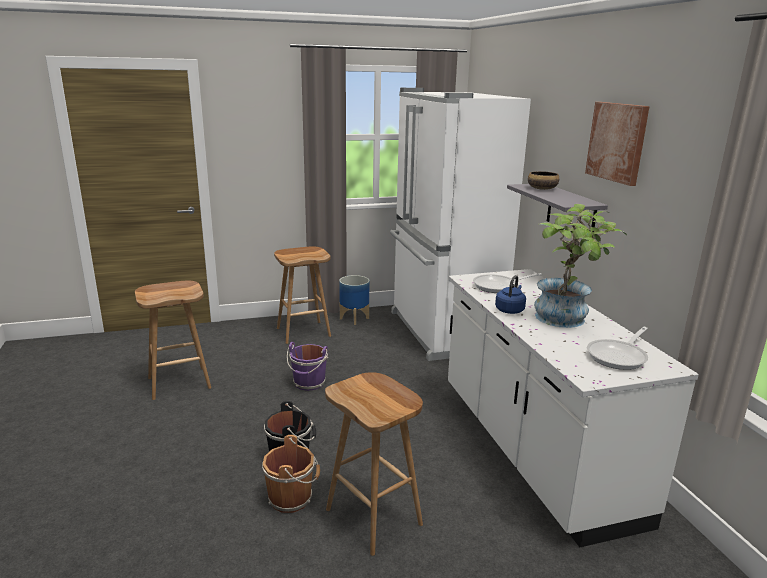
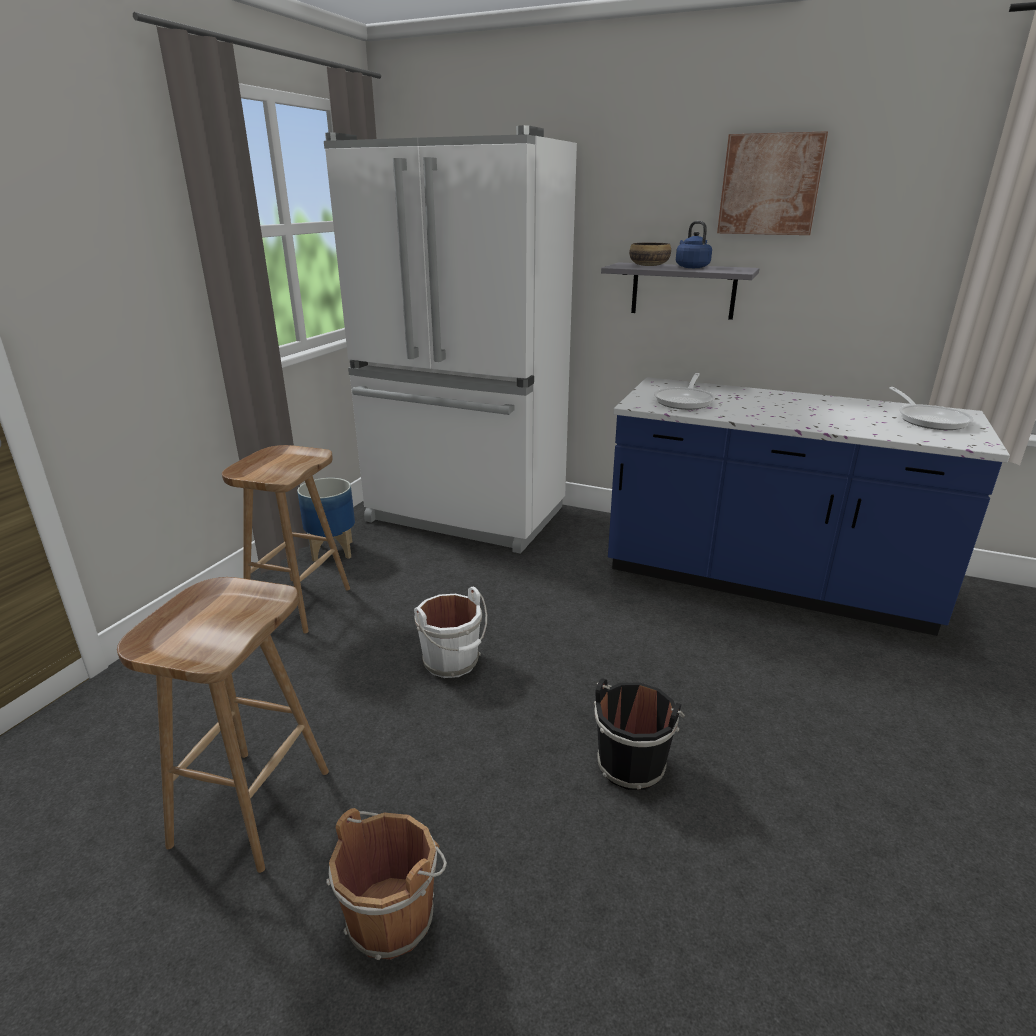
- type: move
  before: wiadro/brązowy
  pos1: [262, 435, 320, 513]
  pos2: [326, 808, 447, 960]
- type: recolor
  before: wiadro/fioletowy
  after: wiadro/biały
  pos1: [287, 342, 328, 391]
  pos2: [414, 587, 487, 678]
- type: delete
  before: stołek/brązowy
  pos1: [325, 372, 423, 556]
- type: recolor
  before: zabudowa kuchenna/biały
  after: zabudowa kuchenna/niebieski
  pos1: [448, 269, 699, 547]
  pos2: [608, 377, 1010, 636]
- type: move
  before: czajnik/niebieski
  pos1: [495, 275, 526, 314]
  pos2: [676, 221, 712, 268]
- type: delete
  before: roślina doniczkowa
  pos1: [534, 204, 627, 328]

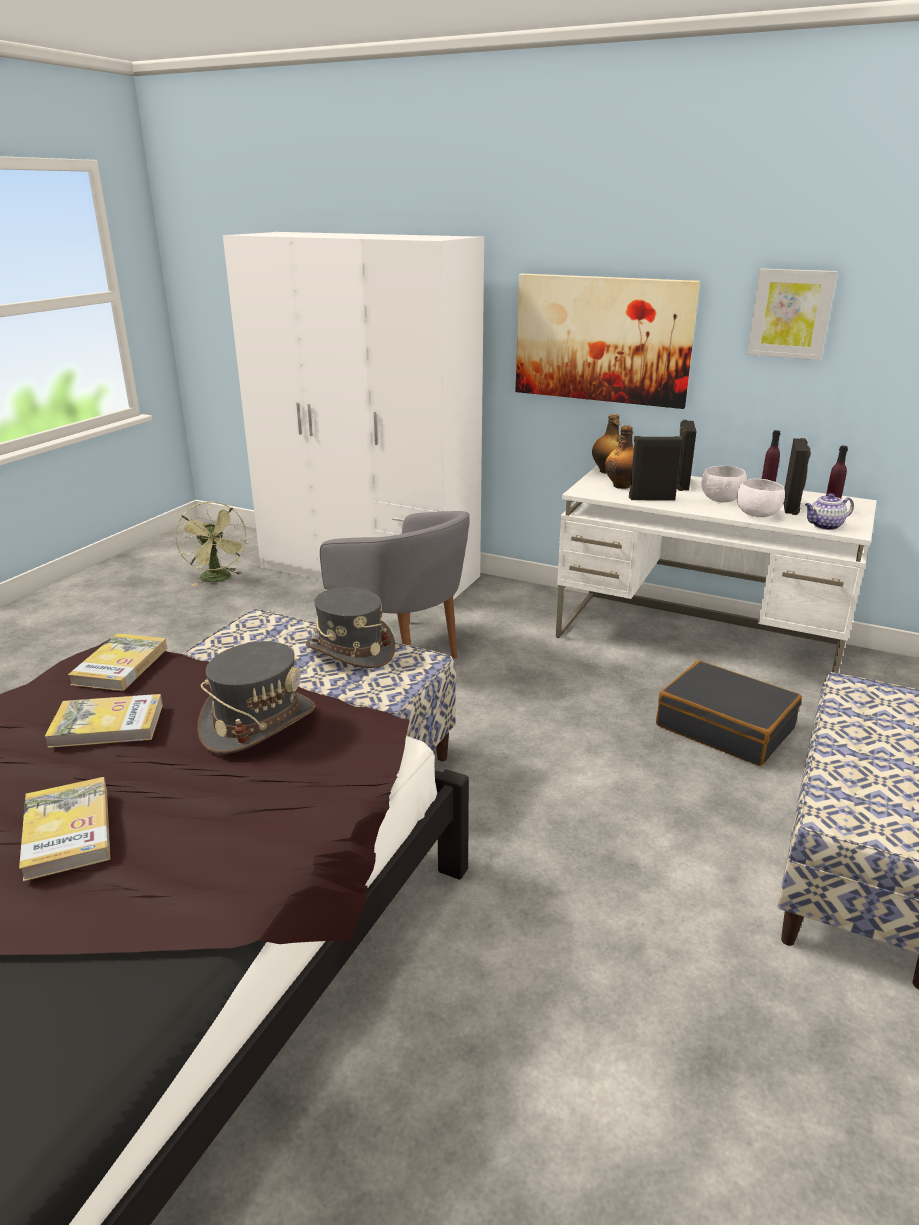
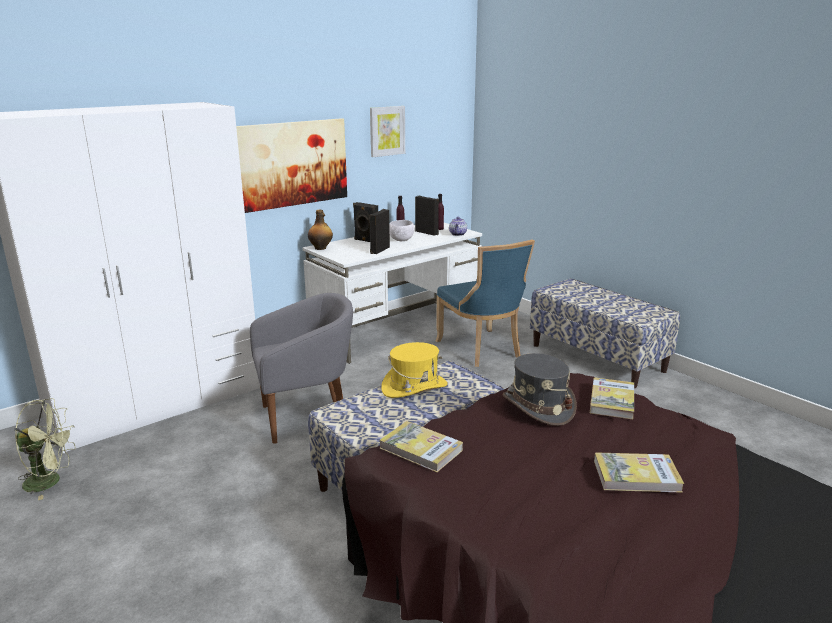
- type: move
  before: książka
  pos1: [45, 694, 163, 748]
  pos2: [590, 377, 634, 419]
- type: recolor
  before: kapelusz/szary
  after: kapelusz/żółty
  pos1: [306, 587, 395, 668]
  pos2: [381, 342, 448, 398]
- type: delete
  before: butelka
  pos1: [605, 425, 634, 489]
- type: replace
  before: walizka/czarny
  after: krzesło/niebieski
  pos1: [656, 661, 802, 766]
  pos2: [435, 240, 535, 367]
- type: delete
  before: miska/biały
  pos1: [737, 479, 785, 517]

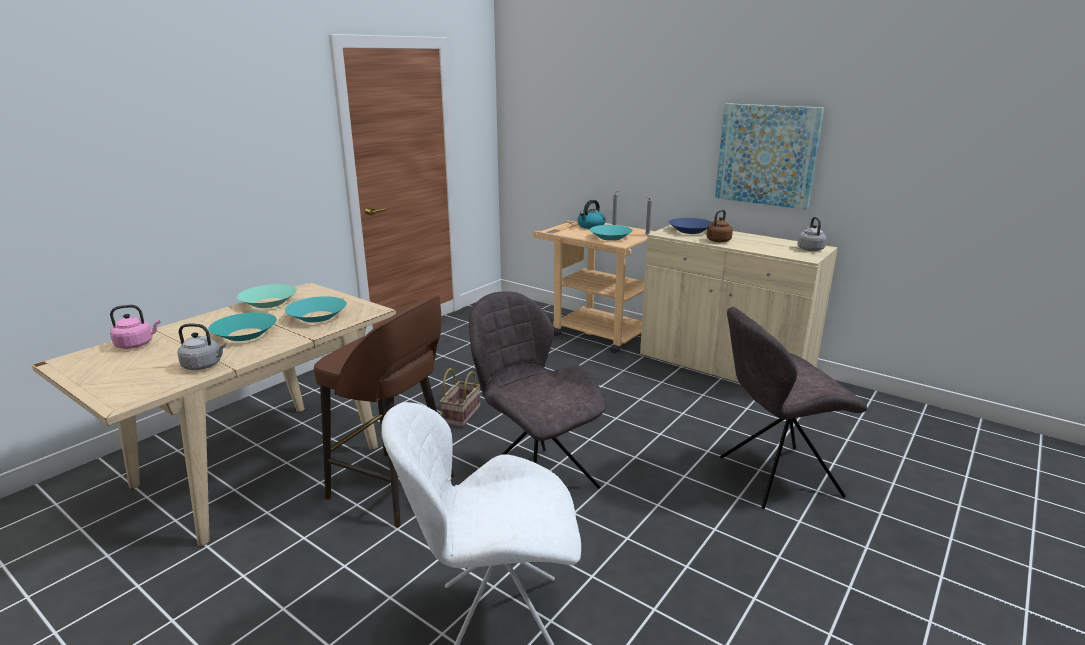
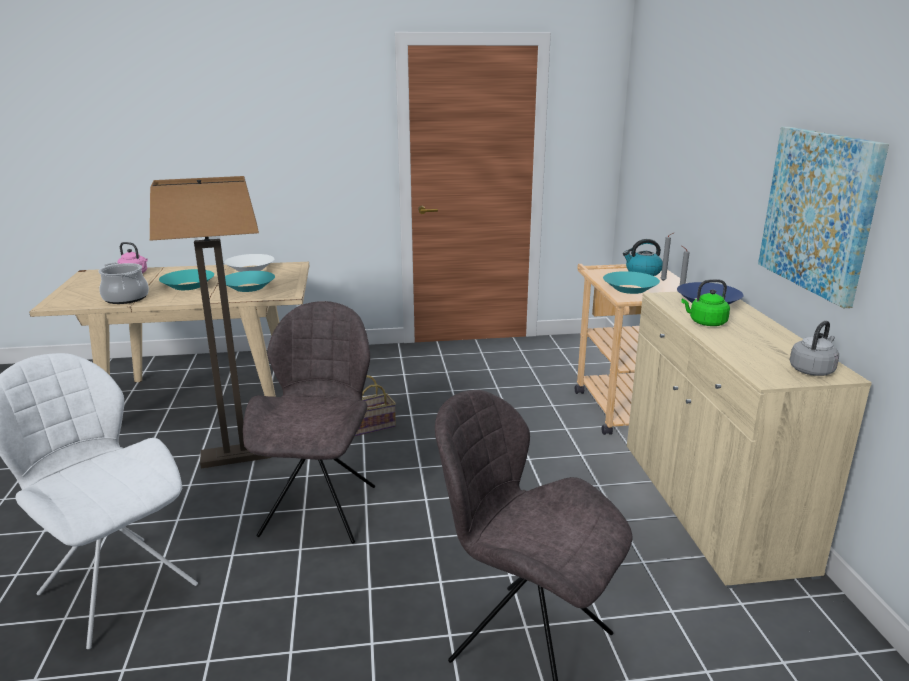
- type: replace
  before: czajnik/szary
  after: garnek
  pos1: [178, 324, 226, 370]
  pos2: [99, 262, 149, 304]
- type: recolor
  before: miska/turkusowy
  after: miska/biały
  pos1: [237, 284, 297, 308]
  pos2: [224, 254, 274, 272]
- type: replace
  before: stołek/brązowy
  after: lampa stojąca
  pos1: [314, 295, 454, 528]
  pos2: [150, 176, 271, 468]
- type: recolor
  before: czajnik/brązowy
  after: czajnik/zielony
  pos1: [706, 209, 733, 242]
  pos2: [681, 279, 730, 326]

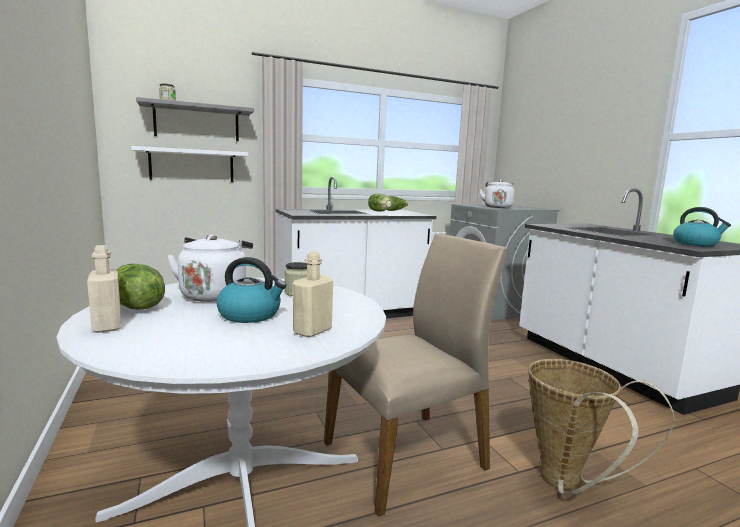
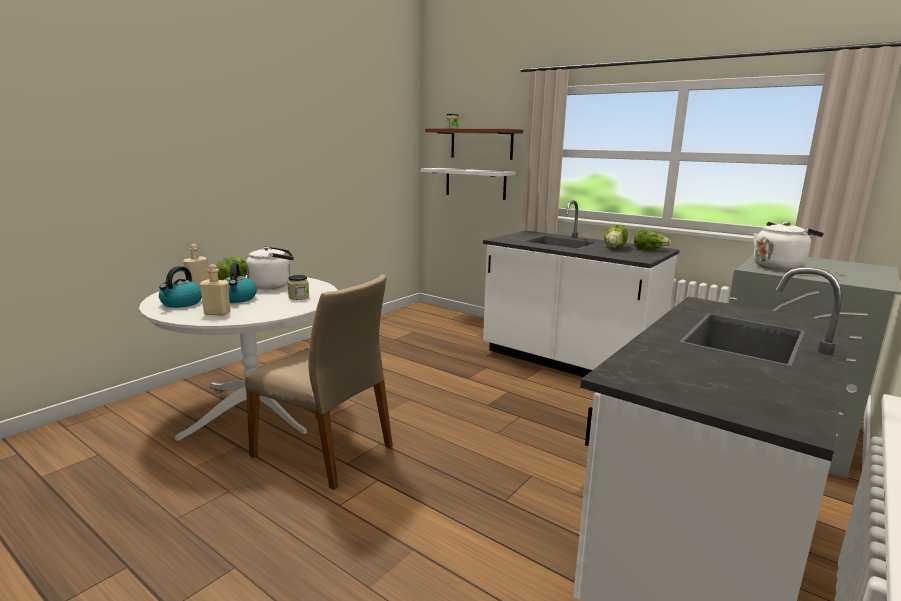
- type: recolor
  before: półka/szary
  after: półka/brązowy
  pos1: [136, 97, 254, 141]
  pos2: [425, 129, 523, 160]
- type: delete
  before: koszyk
  pos1: [528, 359, 674, 496]
- type: move
  before: czajnik
  pos1: [673, 207, 731, 246]
  pos2: [159, 266, 202, 308]

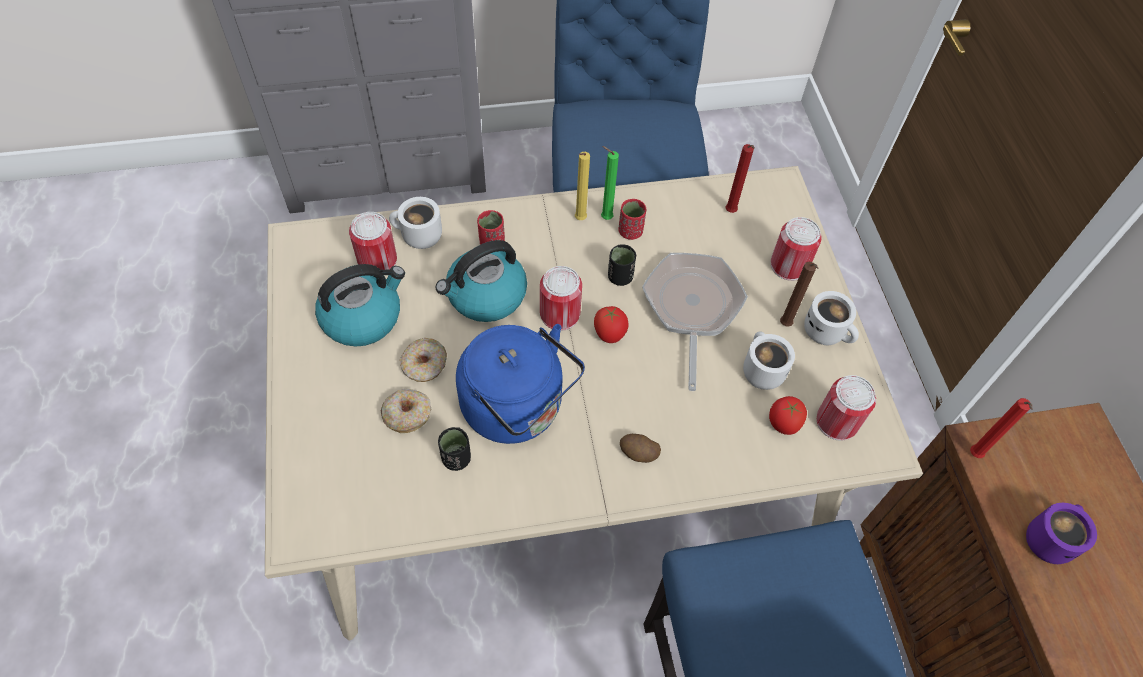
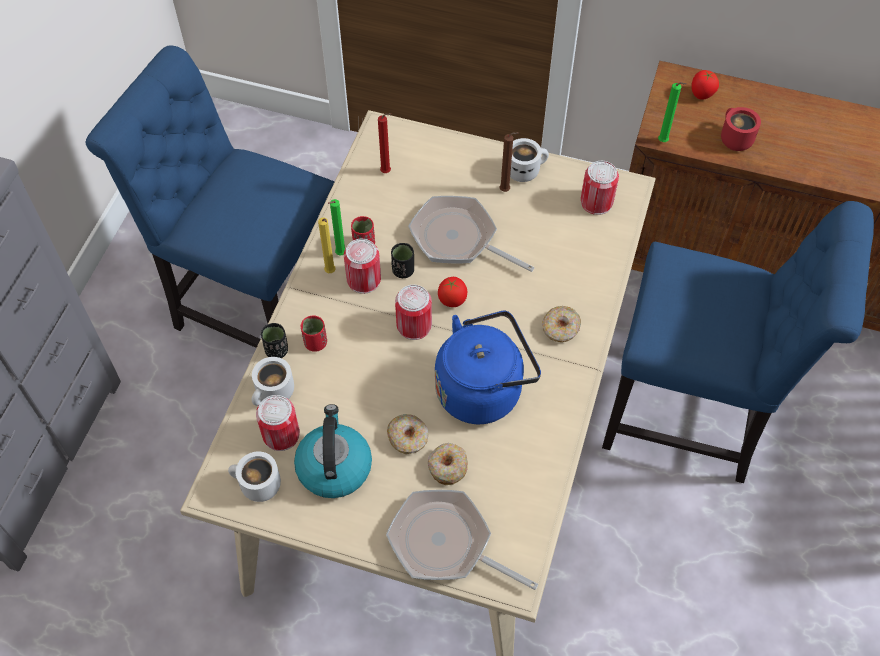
- type: delete
  before: czajnik
  pos1: [435, 240, 527, 322]
- type: move
  before: filiżanka/czarny
  pos1: [438, 427, 471, 471]
  pos2: [261, 323, 288, 358]
- type: replace
  before: ziemniak
  after: donut
  pos1: [620, 434, 661, 463]
  pos2: [542, 306, 581, 342]
- type: move
  before: kubek/biały
  pos1: [743, 331, 795, 390]
  pos2: [228, 452, 281, 502]
- type: move
  before: pomidor
  pos1: [769, 396, 807, 435]
  pos2: [691, 70, 719, 100]
- type: move
  before: puszka
  pos1: [771, 217, 822, 281]
  pos2: [344, 239, 381, 294]
- type: recolor
  before: świeca/czerwony
  after: świeca/zielony
  pos1: [970, 398, 1033, 458]
  pos2: [658, 82, 687, 142]
- type: recolor
  before: kubek/fioletowy
  after: kubek/czerwony
  pos1: [1026, 503, 1097, 564]
  pos2: [721, 107, 761, 151]
- type: insert
  after: patelnia
  pos2: [386, 490, 538, 590]

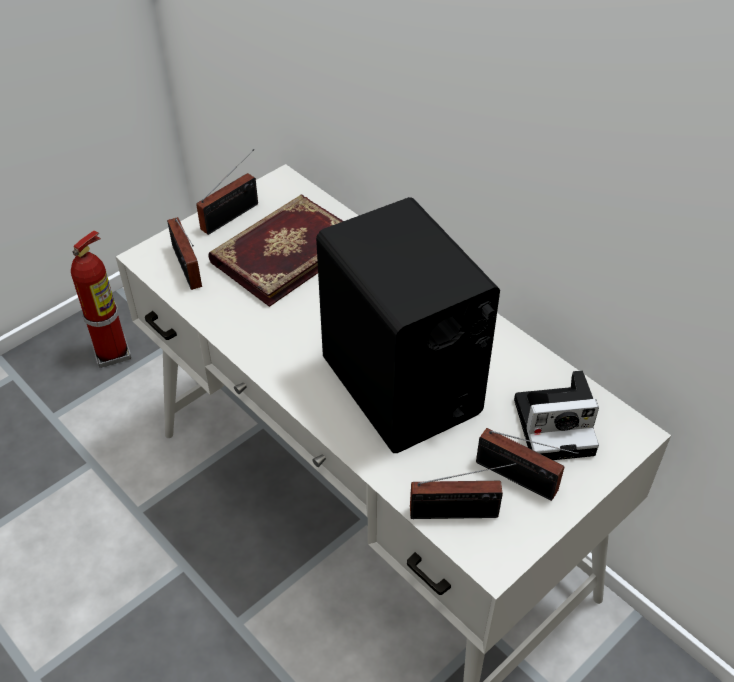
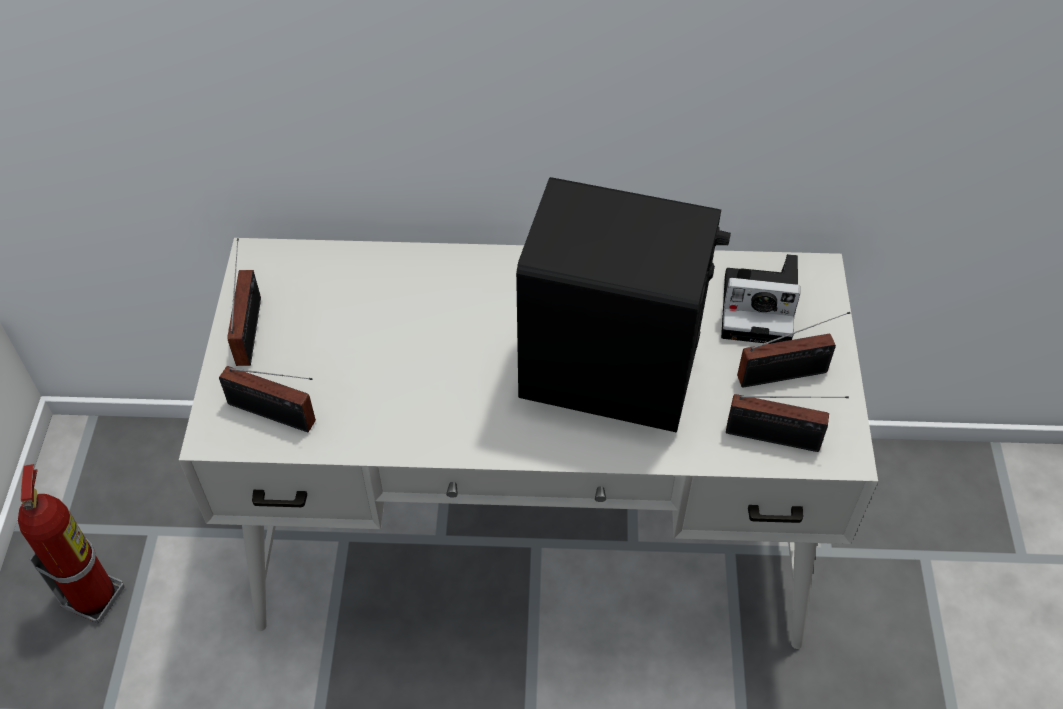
- type: delete
  before: książka
  pos1: [208, 195, 343, 307]
- type: rotate
  before: radio
  pos1: [410, 463, 517, 519]
  pos2: [726, 394, 849, 452]
  turn: 60
- type: rotate
  before: aparat fotograficzny
  pos1: [514, 371, 599, 460]
  pos2: [721, 254, 800, 344]
  turn: 60

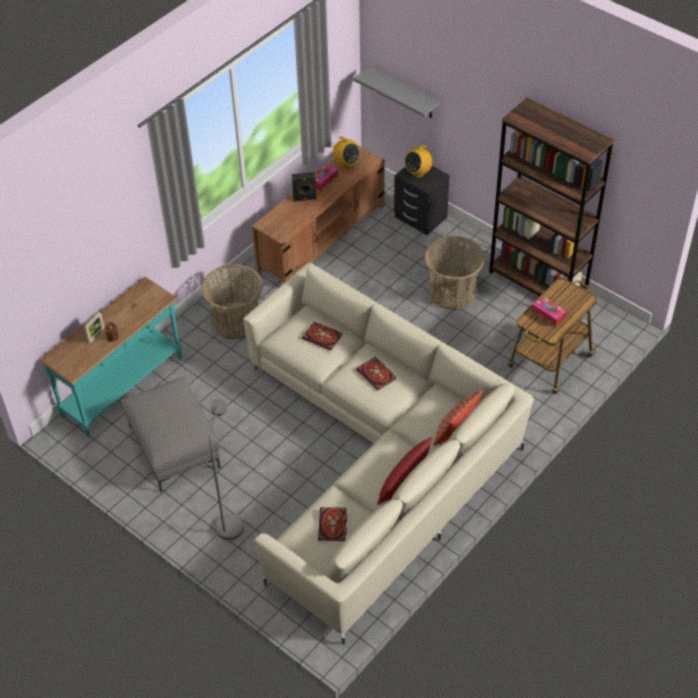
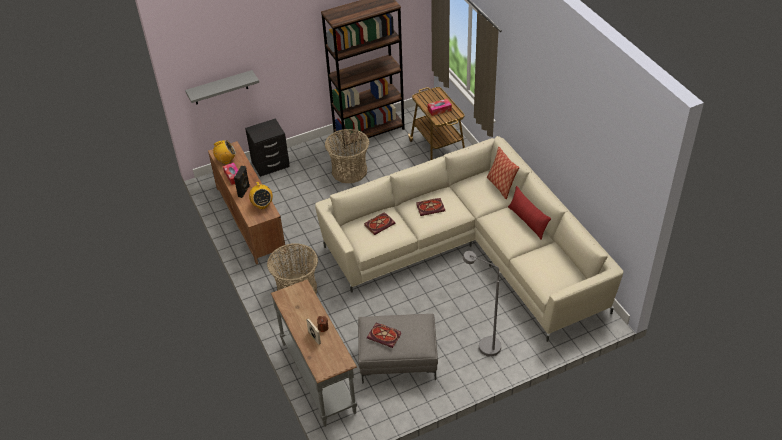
- type: recolor
  before: stolik konsolowy/turkusowy
  after: stolik konsolowy/szary
  pos1: [39, 277, 182, 437]
  pos2: [271, 279, 357, 427]
- type: move
  before: książka
  pos1: [318, 507, 347, 541]
  pos2: [367, 323, 402, 348]
- type: move
  before: radio
  pos1: [405, 145, 432, 177]
  pos2: [249, 182, 273, 209]

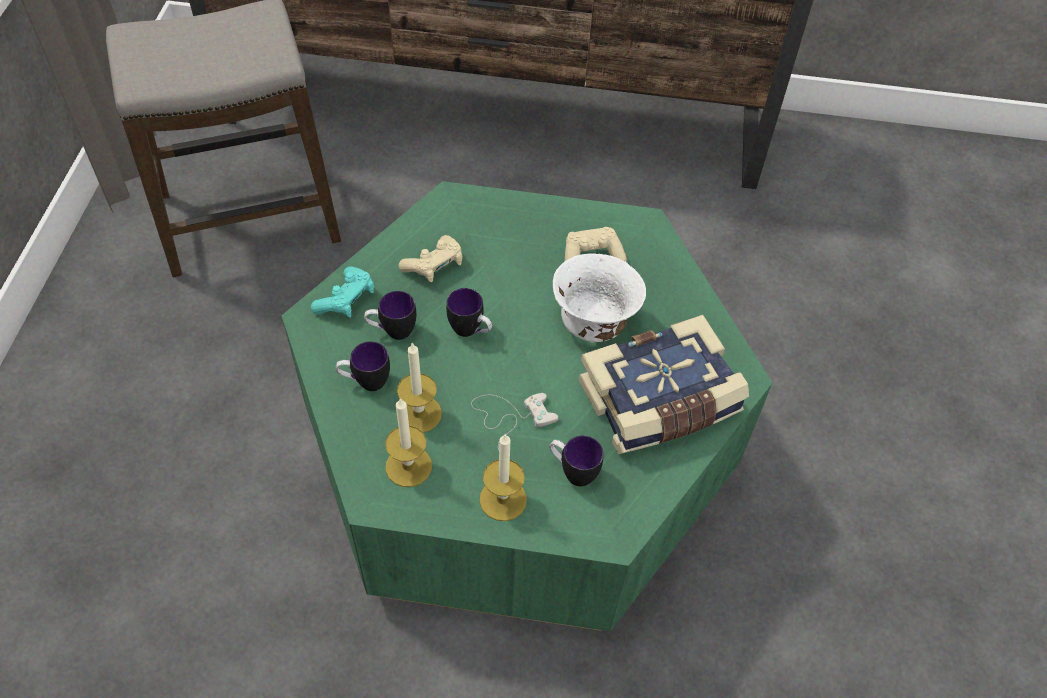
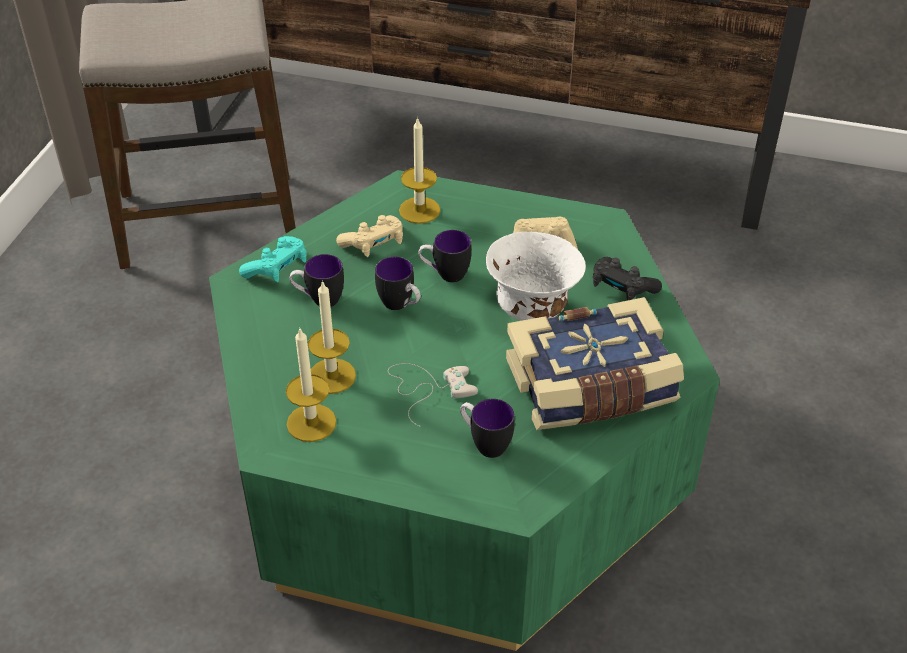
- type: move
  before: kubek
  pos1: [336, 341, 390, 391]
  pos2: [418, 230, 472, 282]
- type: move
  before: świeca
  pos1: [479, 433, 527, 521]
  pos2: [399, 117, 441, 224]
- type: insert
  after: pad do gier/czarny
  pos2: [593, 257, 662, 301]

